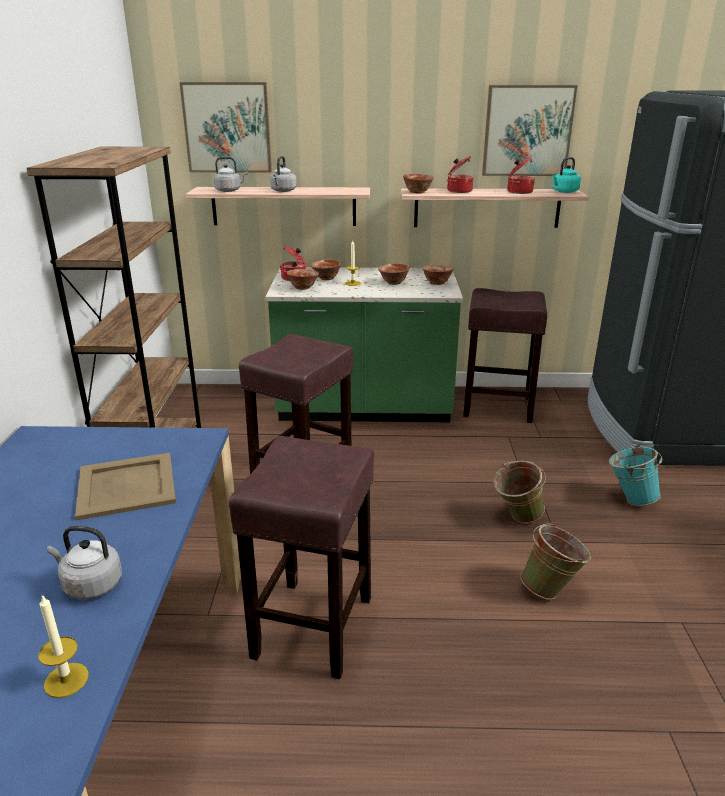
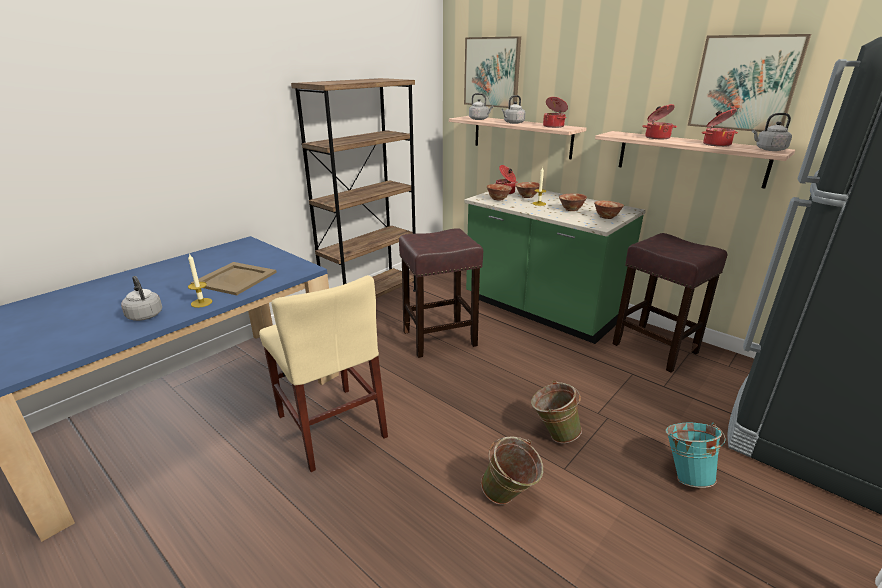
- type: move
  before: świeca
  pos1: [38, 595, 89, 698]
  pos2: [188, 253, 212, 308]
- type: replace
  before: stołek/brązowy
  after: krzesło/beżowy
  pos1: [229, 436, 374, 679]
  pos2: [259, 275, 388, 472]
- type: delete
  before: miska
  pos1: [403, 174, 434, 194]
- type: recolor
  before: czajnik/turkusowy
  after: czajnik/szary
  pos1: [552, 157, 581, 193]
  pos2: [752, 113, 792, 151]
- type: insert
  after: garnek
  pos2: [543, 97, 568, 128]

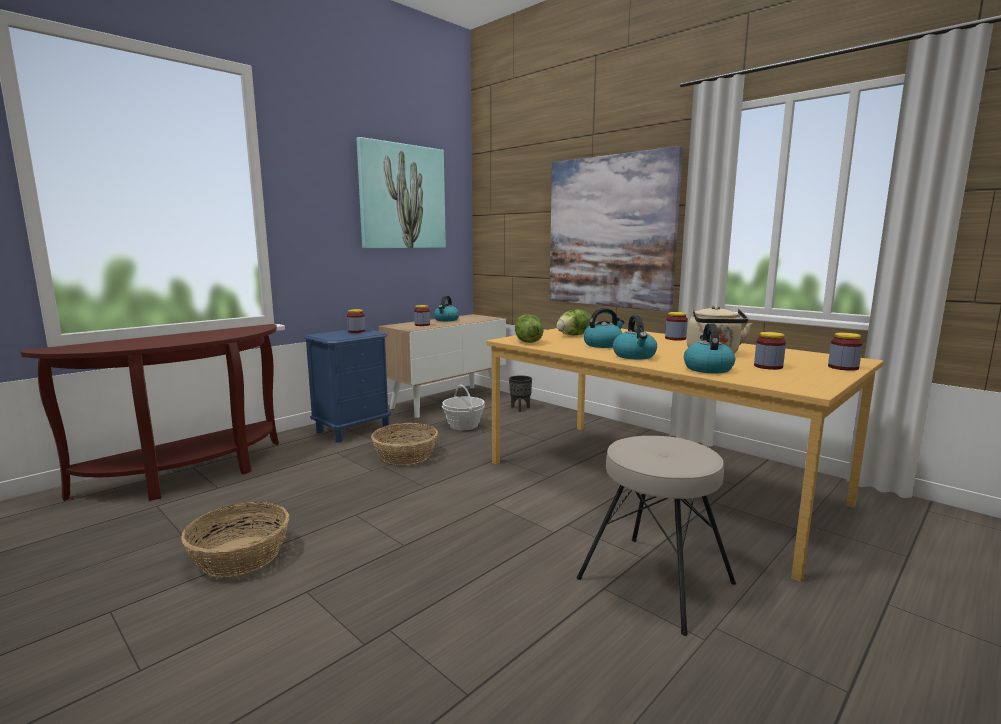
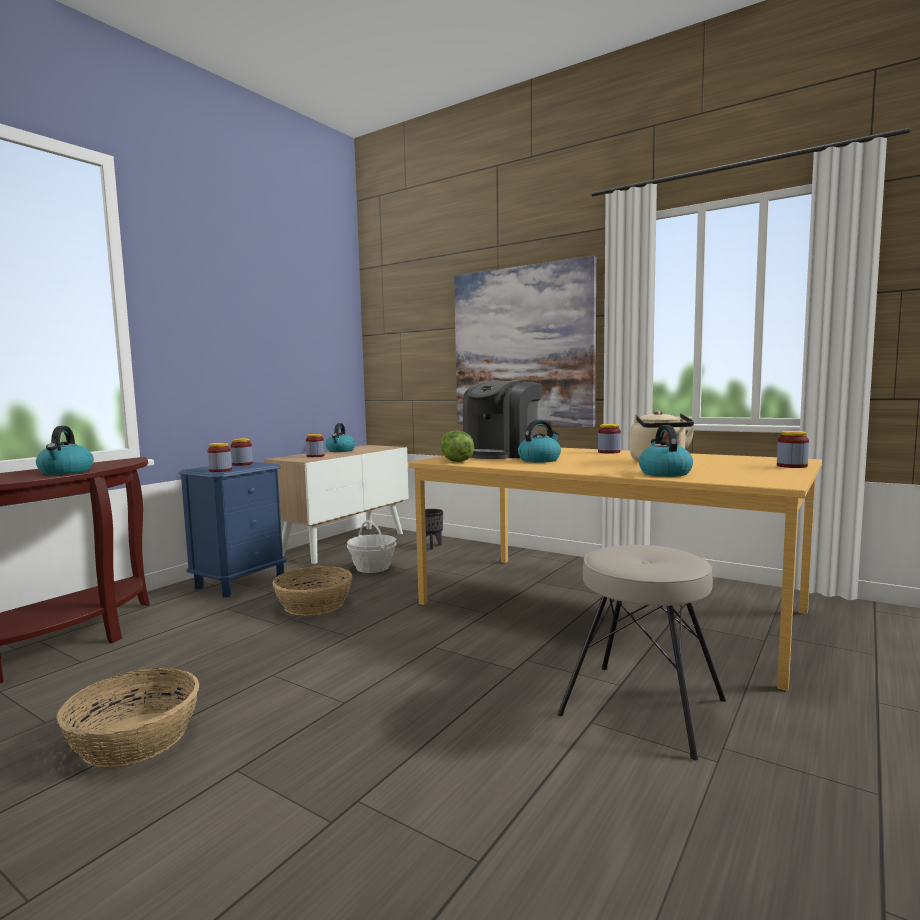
- type: delete
  before: obraz
  pos1: [356, 137, 446, 248]
- type: replace
  before: sałata
  after: ekspres do kawy
  pos1: [556, 309, 591, 335]
  pos2: [462, 381, 542, 459]
- type: move
  before: czajnik
  pos1: [613, 315, 657, 359]
  pos2: [36, 426, 94, 475]
- type: move
  before: słoik
  pos1: [754, 332, 786, 370]
  pos2: [208, 443, 232, 472]

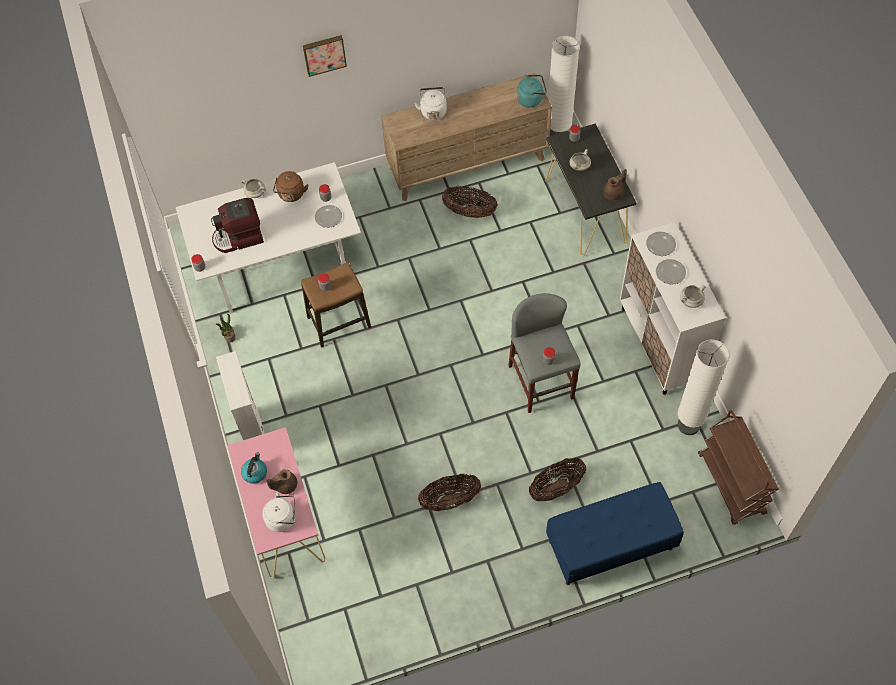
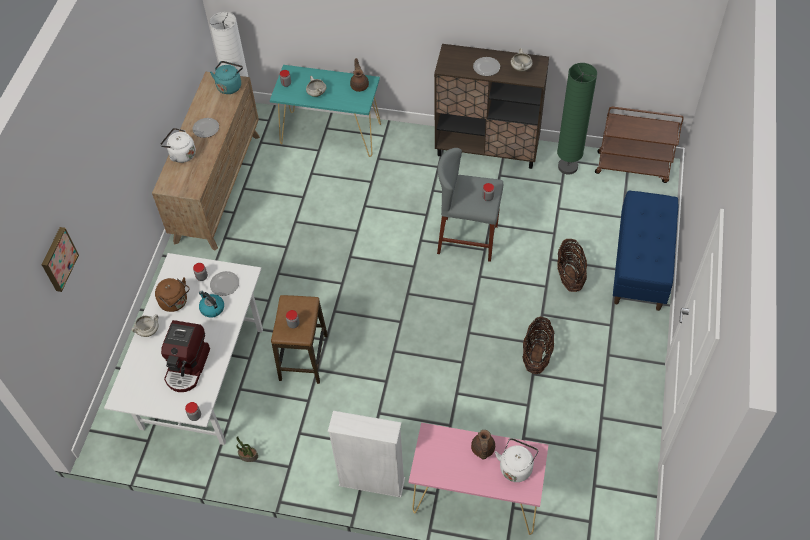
- type: move
  before: czajnik
  pos1: [241, 453, 267, 484]
  pos2: [199, 291, 224, 318]
- type: move
  before: obraz
  pos1: [303, 35, 347, 77]
  pos2: [41, 227, 79, 292]
- type: delete
  before: koszyk
  pos1: [442, 186, 498, 218]
- type: recolor
  before: stolik konsolowy/czarny
  after: stolik konsolowy/turkusowy
  pos1: [546, 124, 636, 256]
  pos2: [270, 65, 381, 157]
- type: recolor
  before: szafka/biały
  after: szafka/brązowy
  pos1: [620, 222, 726, 395]
  pos2: [434, 44, 549, 169]
- type: move
  before: talerz
  pos1: [646, 232, 676, 256]
  pos2: [193, 118, 219, 138]
- type: recolor
  before: lampa stojąca/biały
  after: lampa stojąca/zielony
  pos1: [678, 339, 729, 435]
  pos2: [557, 63, 597, 175]

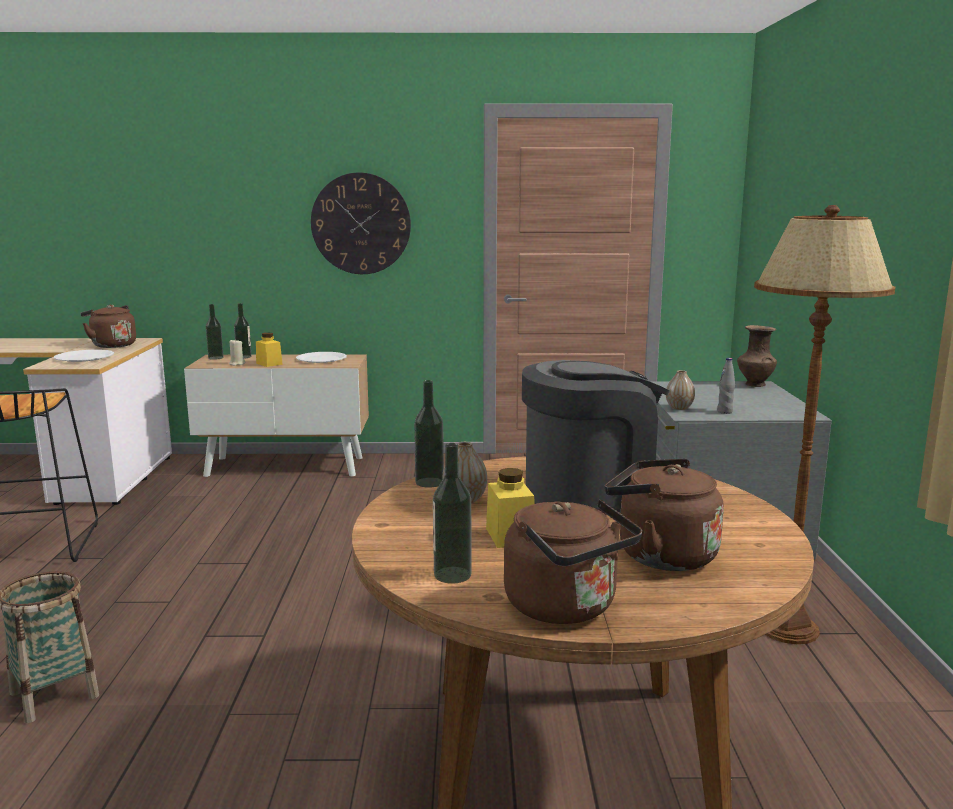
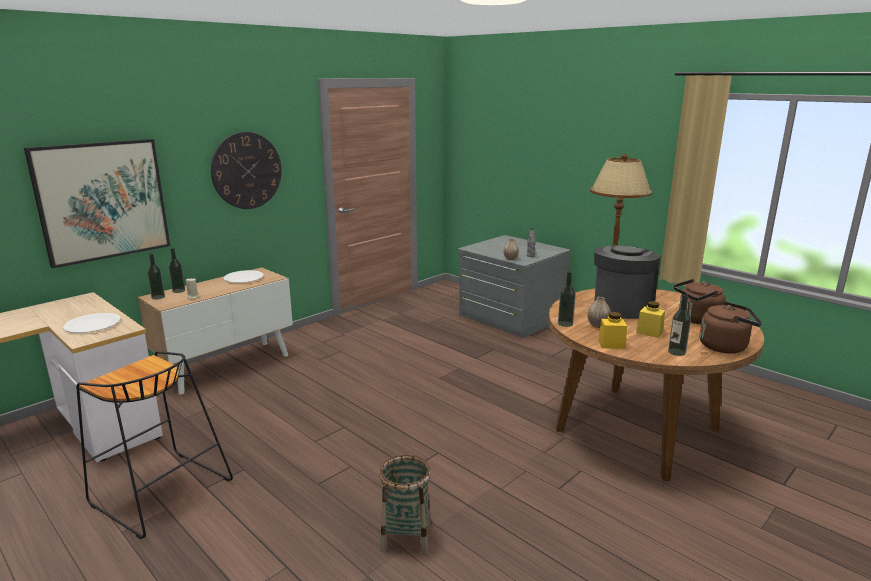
- type: delete
  before: czajnik/brązowy
  pos1: [80, 305, 136, 348]
- type: move
  before: słoik/żółty
  pos1: [256, 333, 283, 367]
  pos2: [598, 312, 627, 349]
- type: delete
  before: wazon/brązowy
  pos1: [737, 325, 777, 387]
- type: insert
  after: obraz
  pos2: [24, 139, 170, 268]

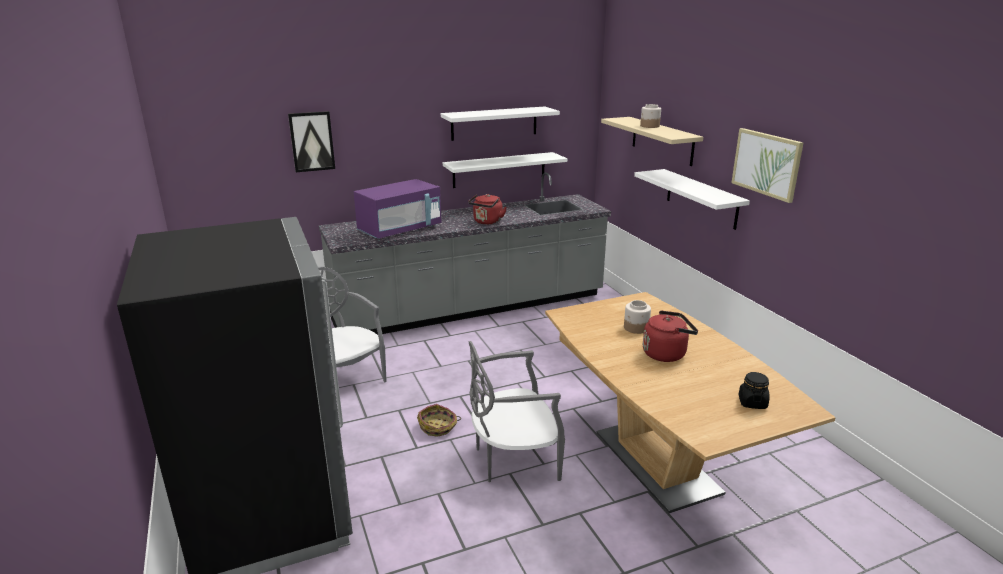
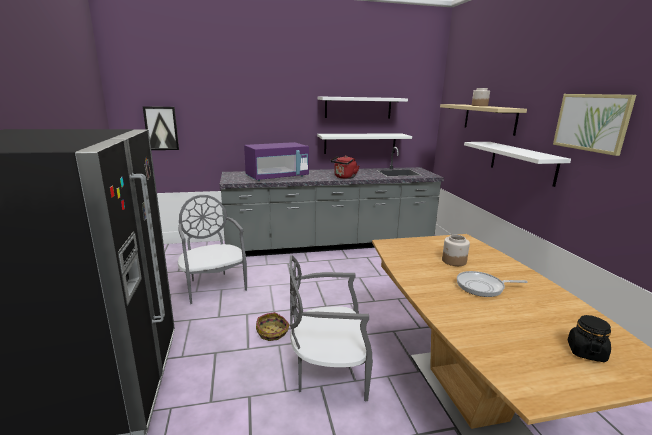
- type: move
  before: obraz
  pos1: [288, 111, 335, 172]
  pos2: [143, 106, 179, 150]
- type: replace
  before: czajnik/czerwony
  after: patelnia
  pos1: [643, 310, 698, 362]
  pos2: [457, 271, 528, 297]

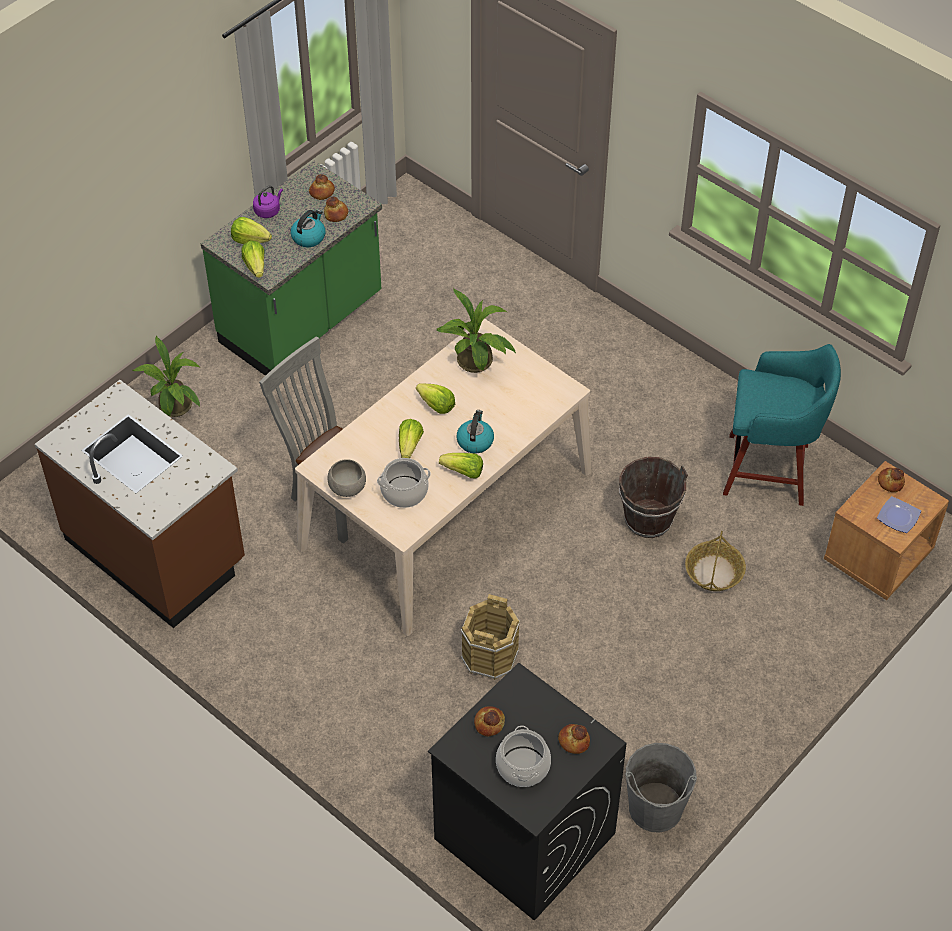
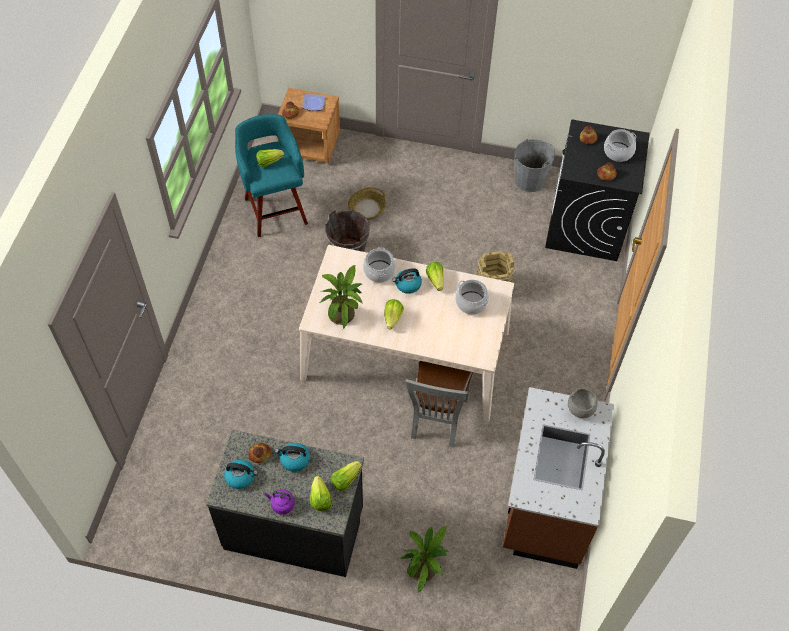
- type: recolor
  before: zabudowa kuchenna/zielony
  after: zabudowa kuchenna/czarny
  pos1: [201, 161, 382, 376]
  pos2: [206, 430, 364, 577]
- type: replace
  before: chleb
  after: czajnik
  pos1: [309, 174, 335, 200]
  pos2: [224, 460, 258, 489]
- type: move
  before: miska/szary
  pos1: [327, 459, 366, 497]
  pos2: [568, 389, 598, 418]
- type: move
  before: sałata
  pos1: [399, 419, 424, 458]
  pos2: [256, 149, 284, 167]
- type: insert
  after: garnek
  pos2: [363, 247, 396, 283]

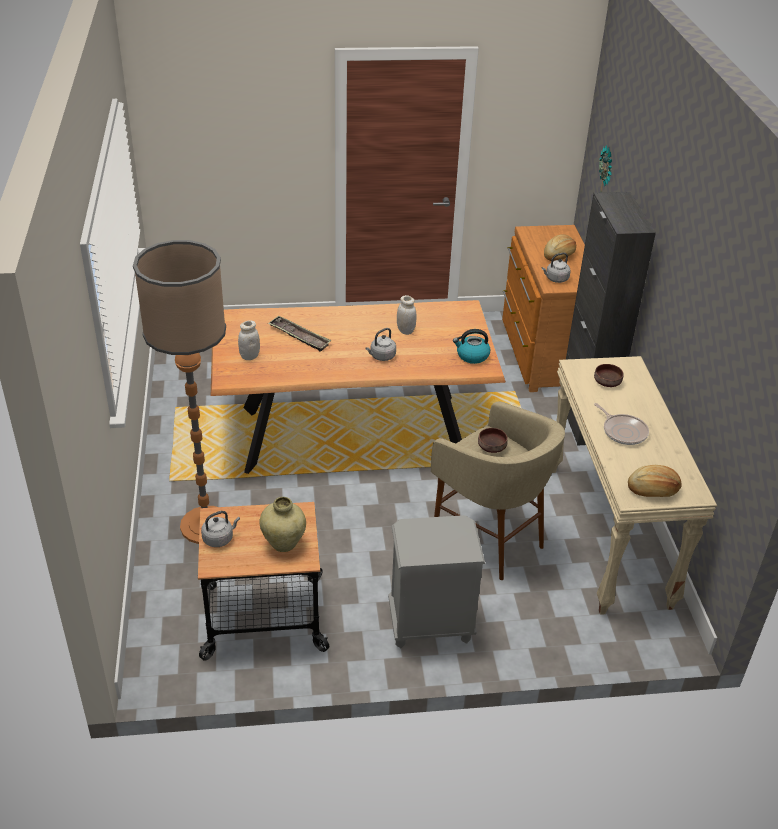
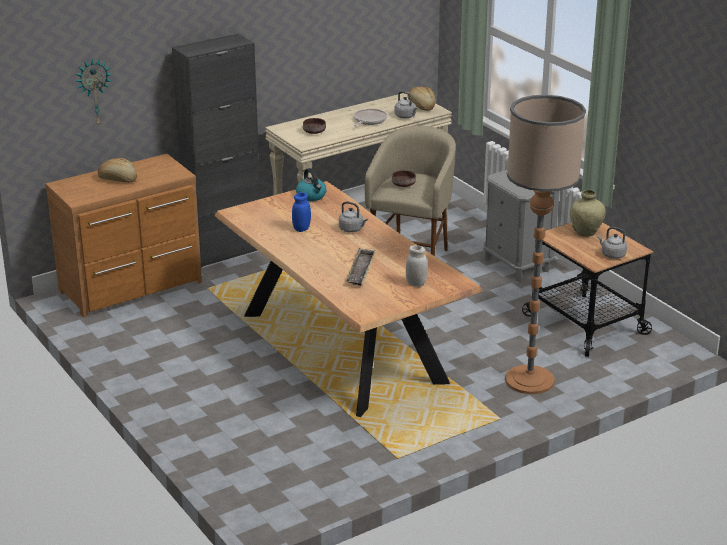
- type: recolor
  before: słoik/biały
  after: słoik/niebieski
  pos1: [397, 295, 417, 335]
  pos2: [292, 192, 311, 232]
- type: move
  before: czajnik/szary
  pos1: [542, 252, 570, 283]
  pos2: [395, 91, 418, 118]

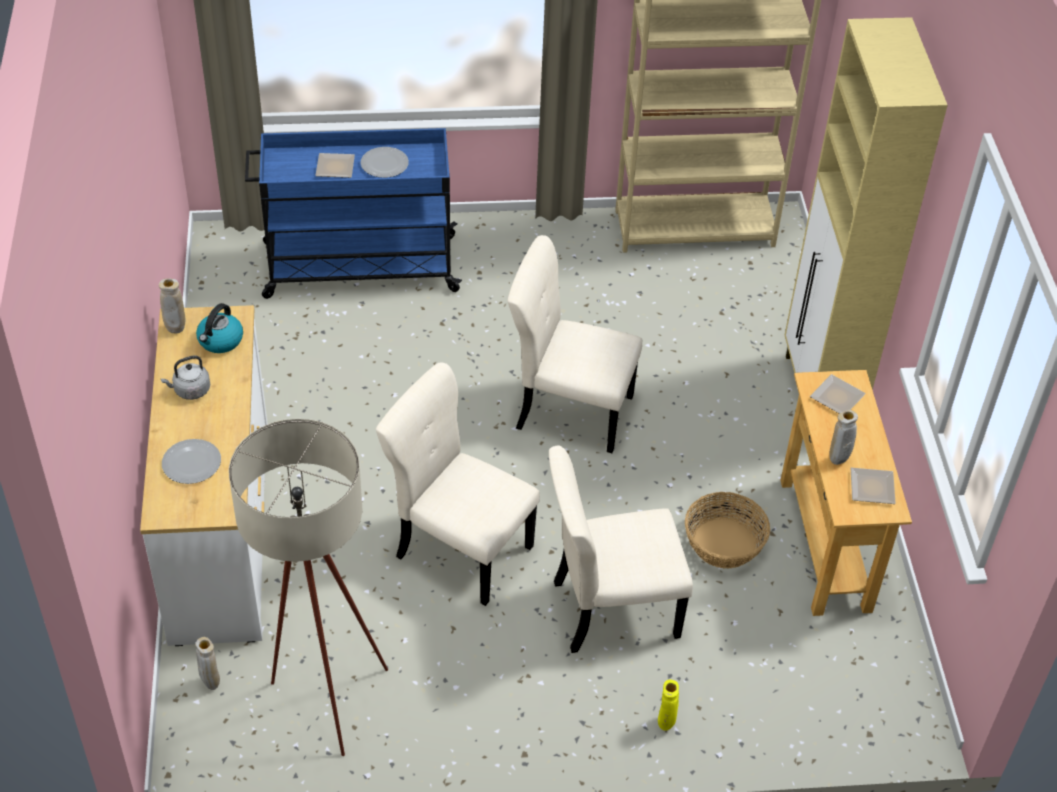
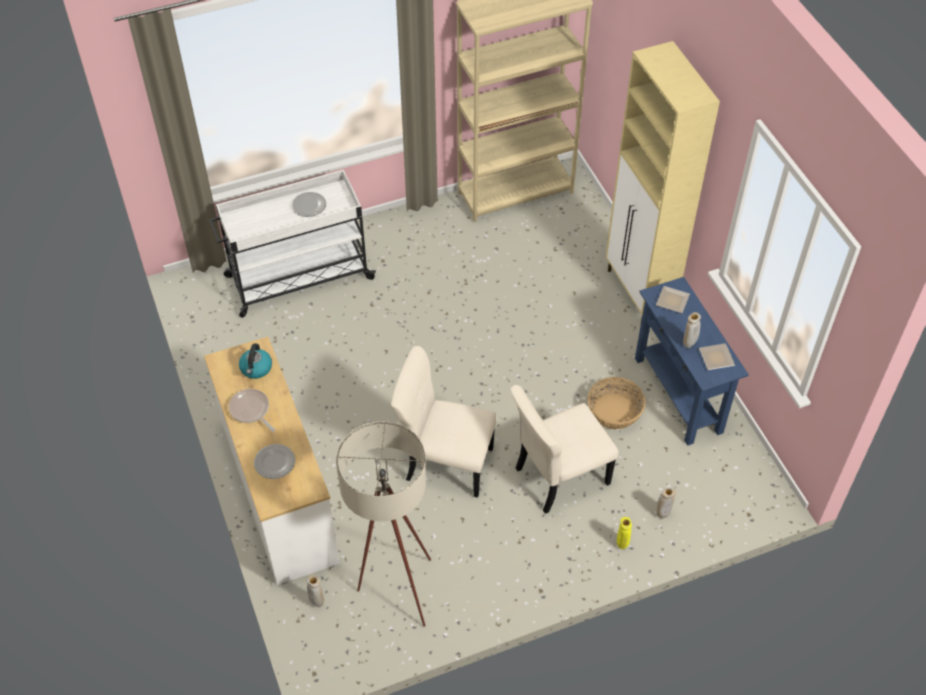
- type: move
  before: wazon/beżowy
  pos1: [159, 279, 185, 334]
  pos2: [656, 487, 676, 518]
- type: replace
  before: czajnik/szary
  after: patelnia
  pos1: [161, 355, 210, 400]
  pos2: [228, 389, 275, 432]
- type: recolor
  before: wózek/niebieski
  after: wózek/biały
  pos1: [245, 128, 462, 299]
  pos2: [209, 170, 376, 318]
- type: delete
  before: talerz
  pos1: [315, 153, 355, 178]
- type: delete
  before: krzesło/beżowy
  pos1: [508, 235, 642, 453]
- type: recolor
  before: stolik konsolowy/beżowy
  after: stolik konsolowy/niebieski
  pos1: [780, 370, 912, 616]
  pos2: [635, 277, 749, 446]

